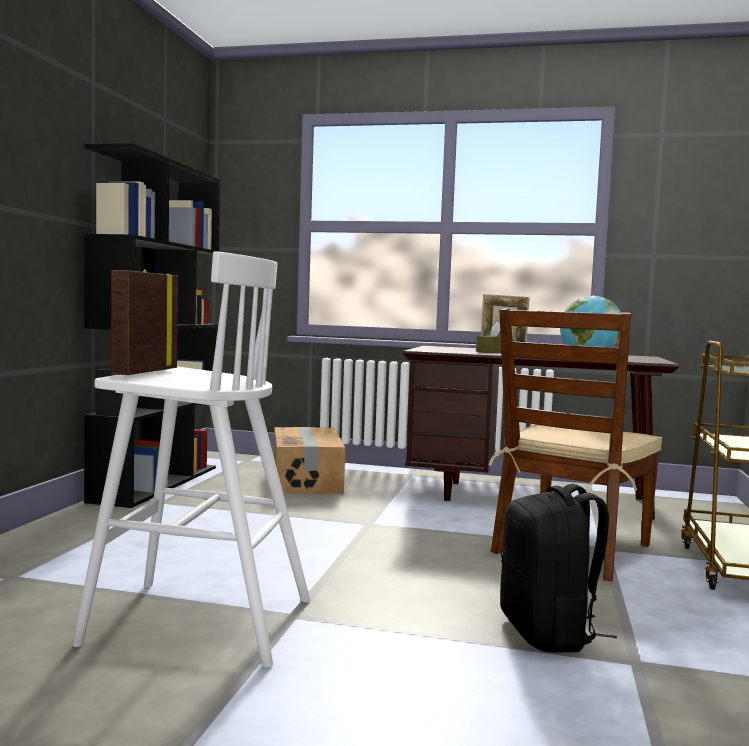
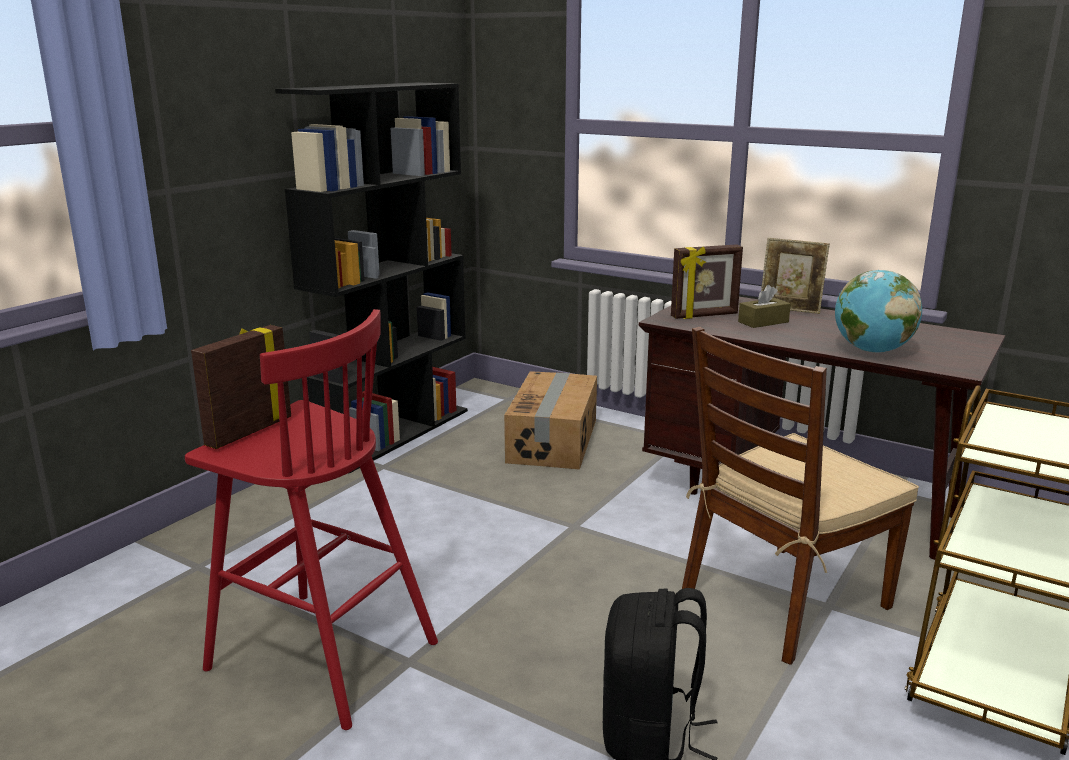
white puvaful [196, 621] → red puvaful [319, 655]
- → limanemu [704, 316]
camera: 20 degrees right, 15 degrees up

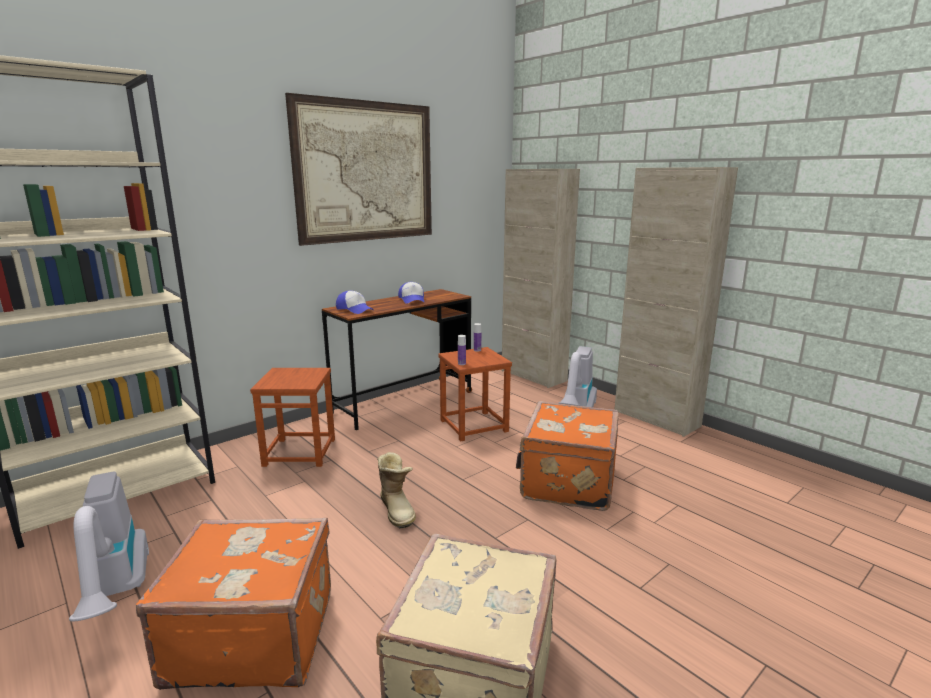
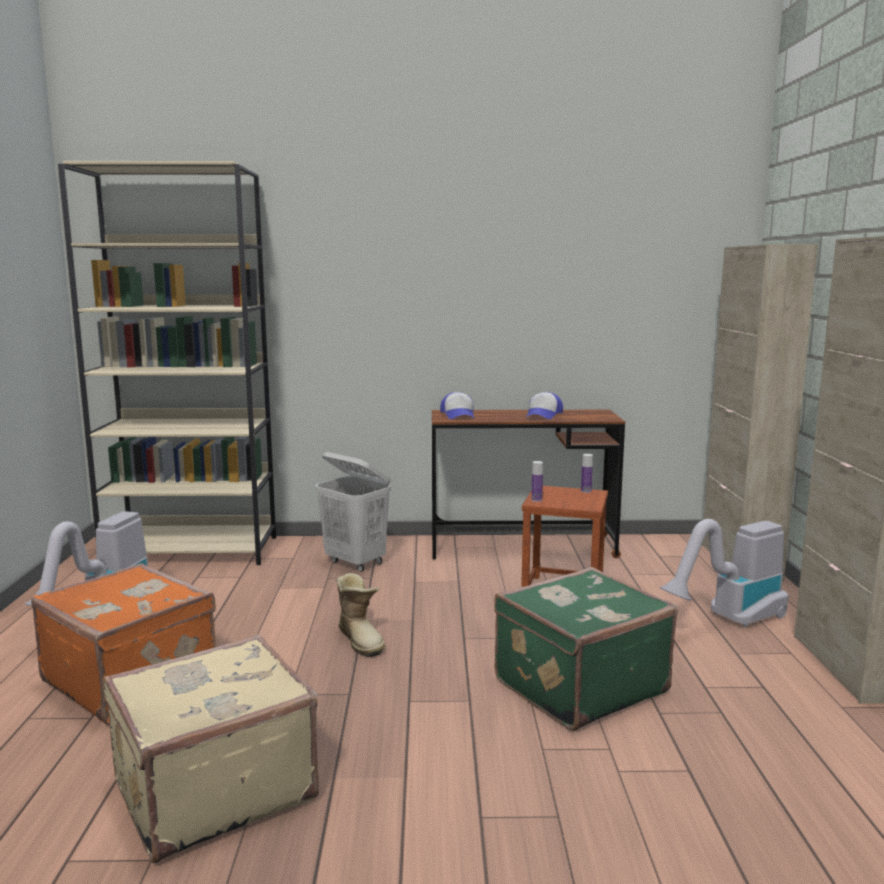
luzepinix [366, 172] → -
brown puvaful [300, 452] → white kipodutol [355, 563]
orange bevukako [566, 481] → green bevukako [577, 685]
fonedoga [398, 509] → fonedoga [361, 640], 45 degrees counterclockwise
camera: 40 degrees right, 5 degrees down

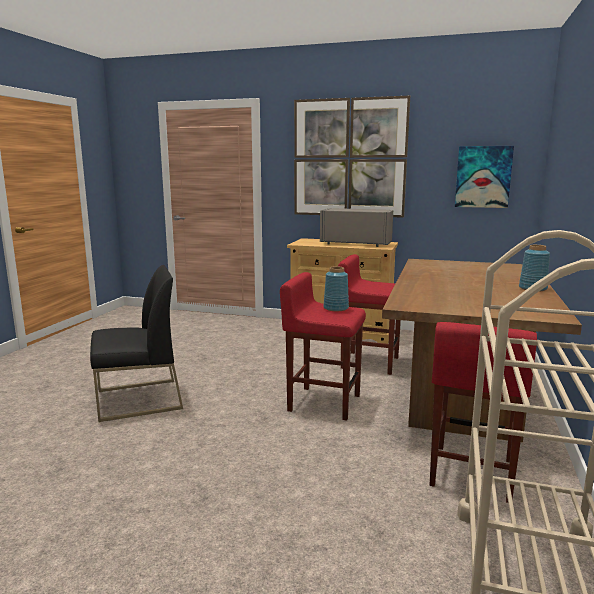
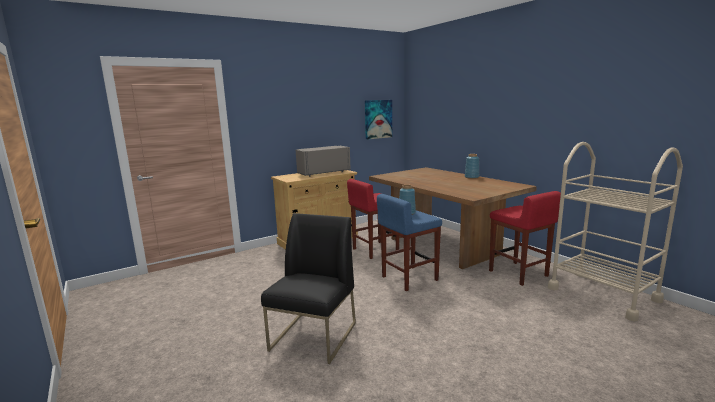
luzepinix [349, 158] → -
red puvaful [323, 403] → blue puvaful [409, 278]
camera: 50 degrees left, 0 degrees up

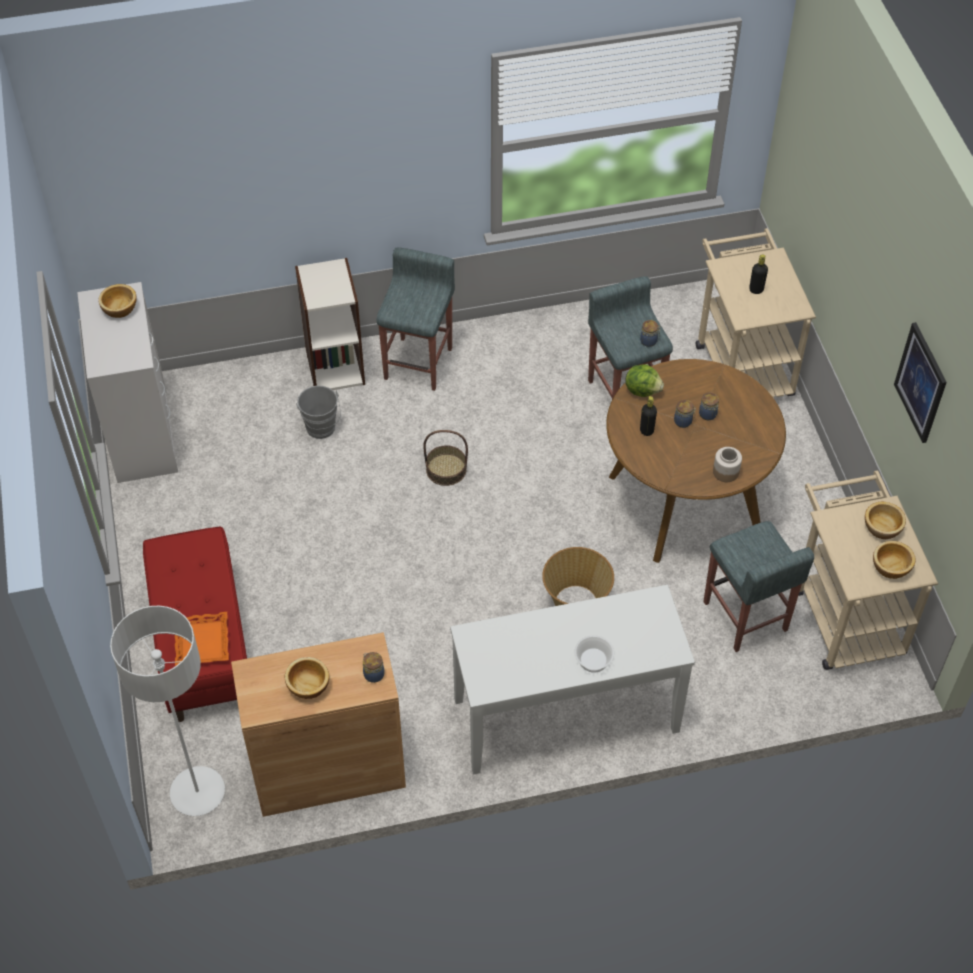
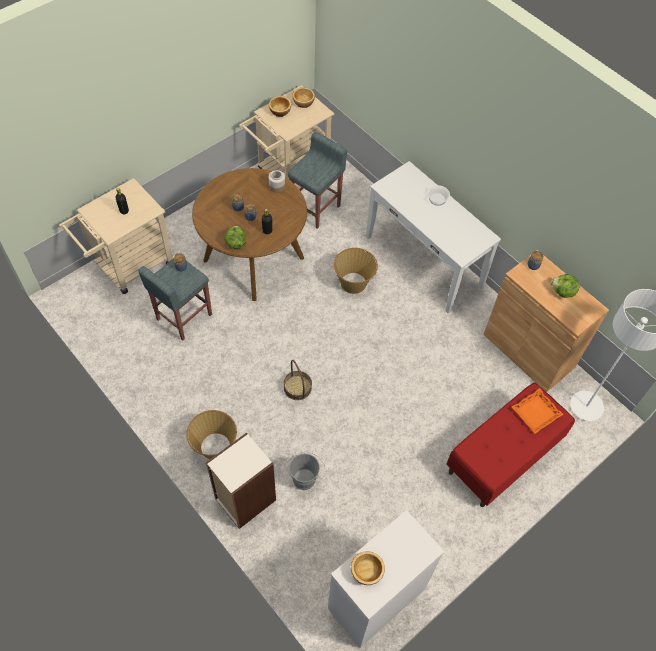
grey puvaful [419, 362] → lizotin [214, 446]
luzepinix [921, 382] → -
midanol [307, 685] → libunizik [562, 292]
camera: 120 degrees left, 5 degrees up

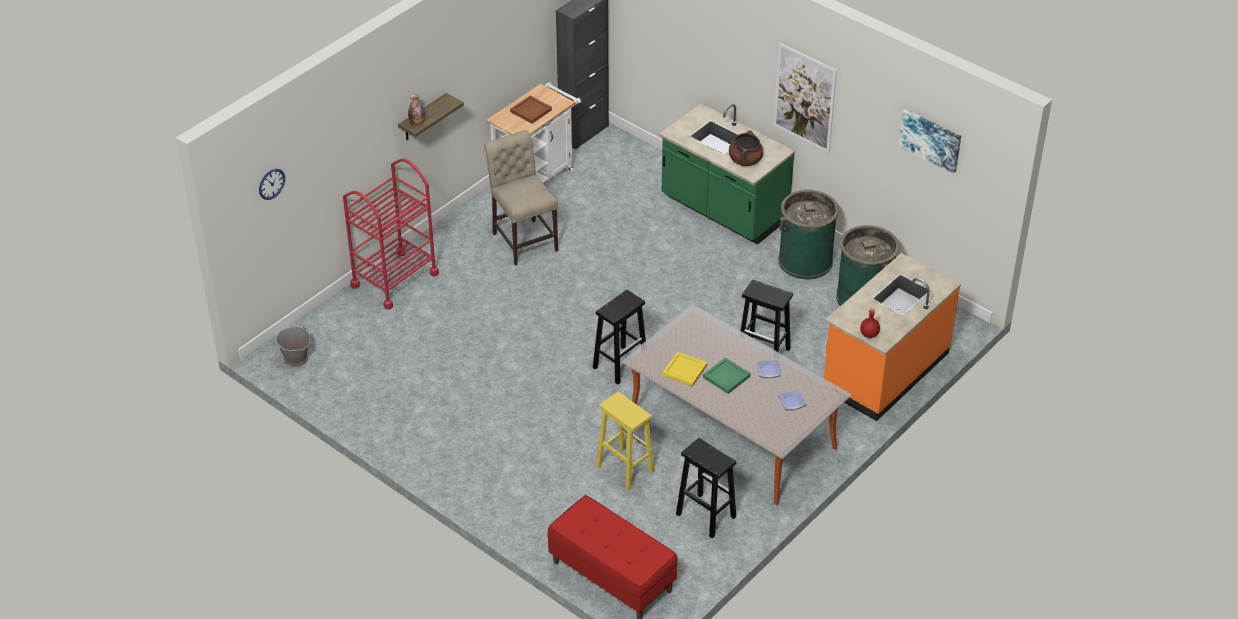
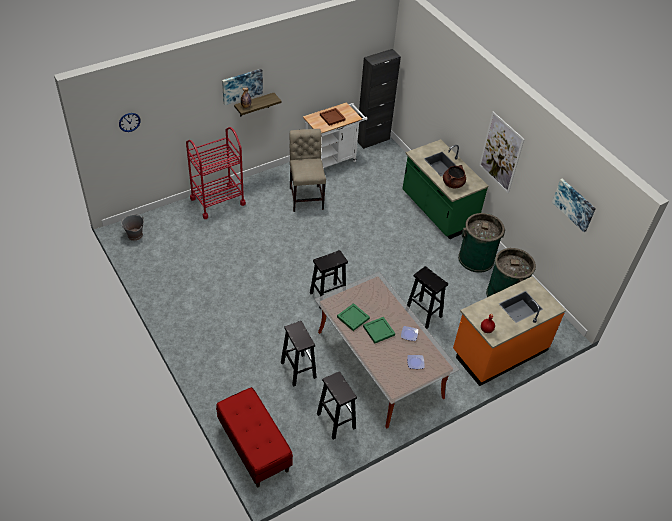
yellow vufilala [685, 370] → green vufilala [353, 318]
yellow puvaful [624, 468] → black puvaful [298, 369]
- → luzepinix [242, 86]
camera: 15 degrees right, 5 degrees up

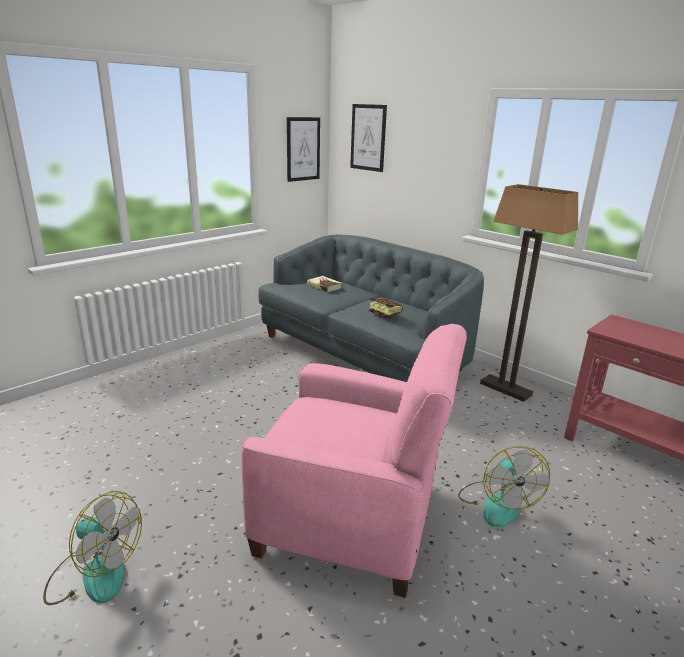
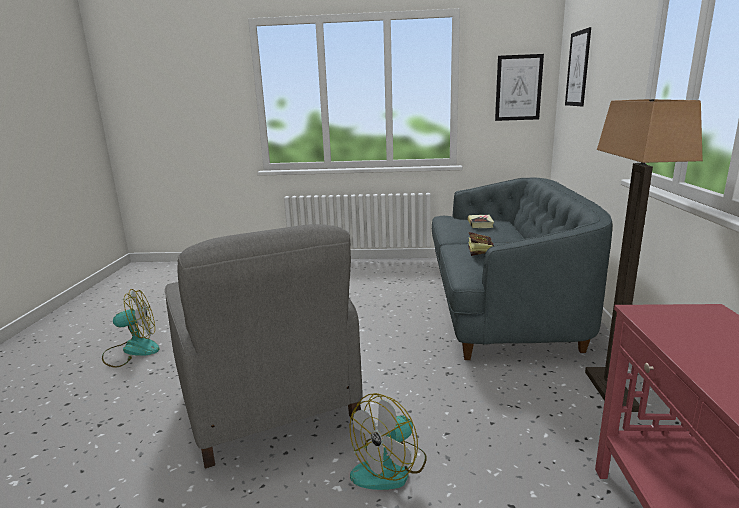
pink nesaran [351, 518] → grey nesaran [270, 403]
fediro [94, 573] → fediro [132, 350], 90 degrees counterclockwise
camera: 50 degrees right, 5 degrees down

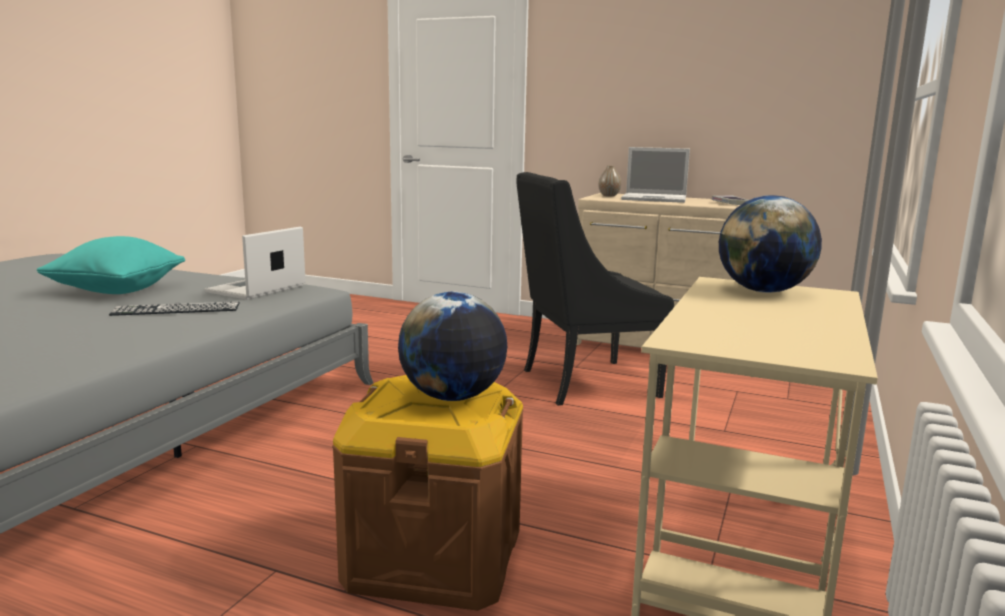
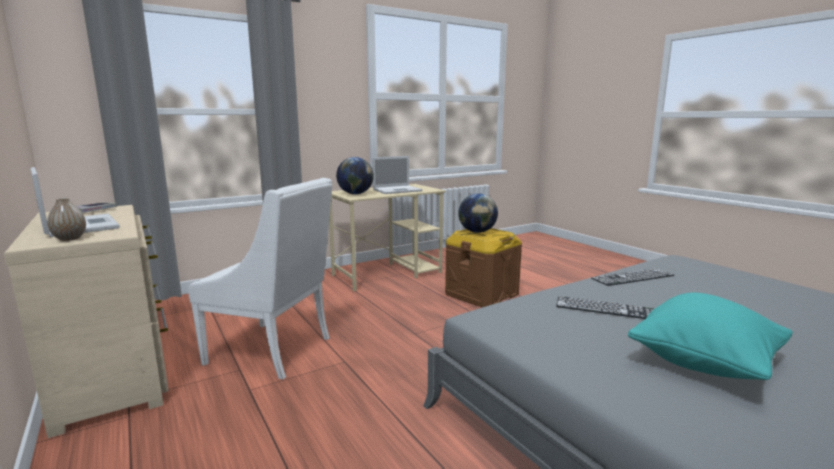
black nesaran [584, 383] → white nesaran [274, 350]
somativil [255, 289] → somativil [397, 190], moved
- → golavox [632, 277]
camera: 145 degrees left, 0 degrees up

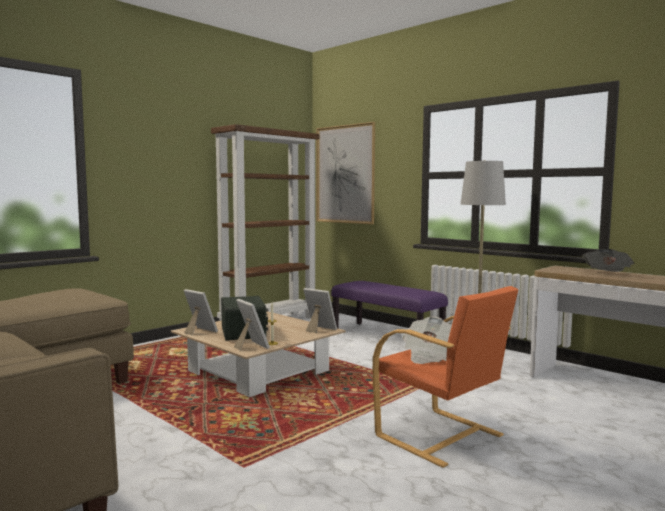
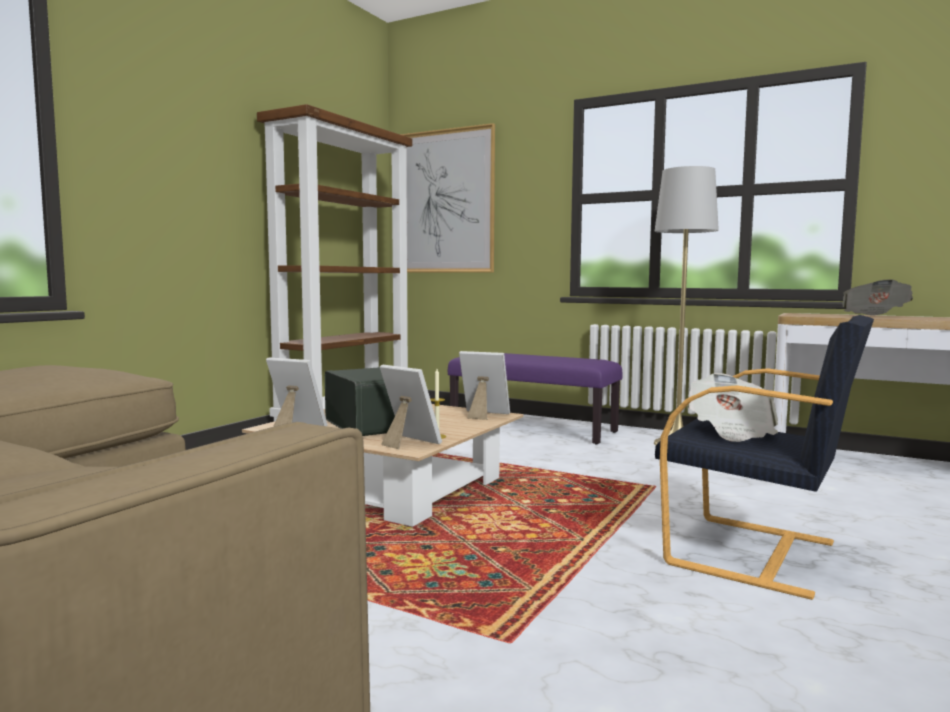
orange nesaran [440, 436] → black nesaran [755, 554]
camera: 15 degrees left, 0 degrees up

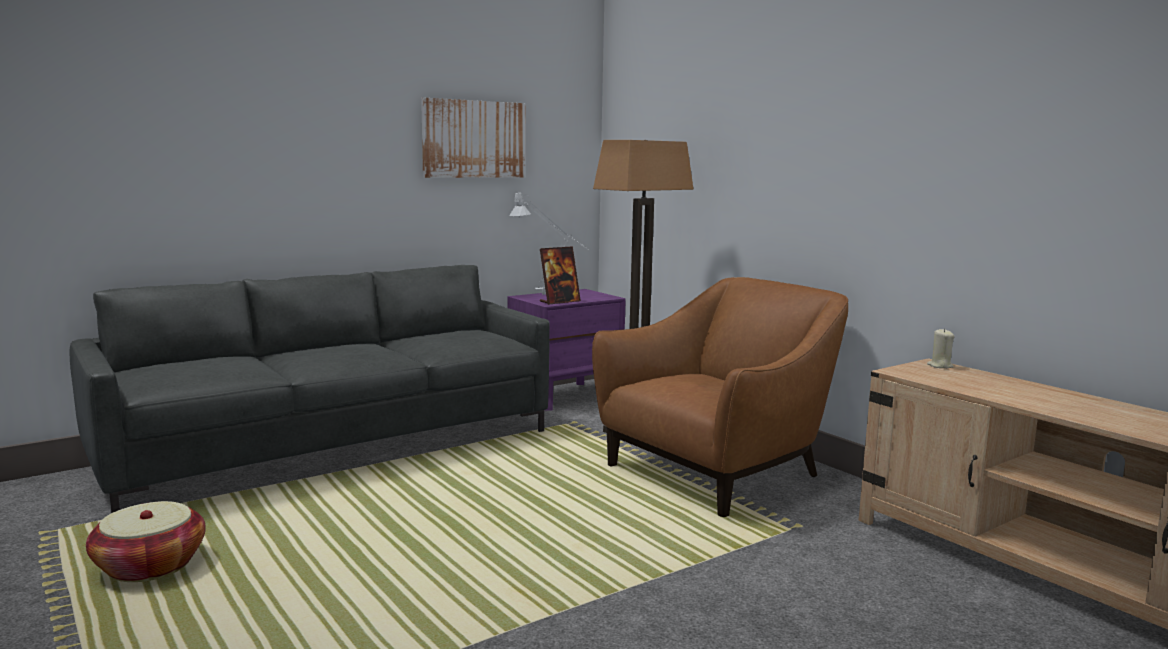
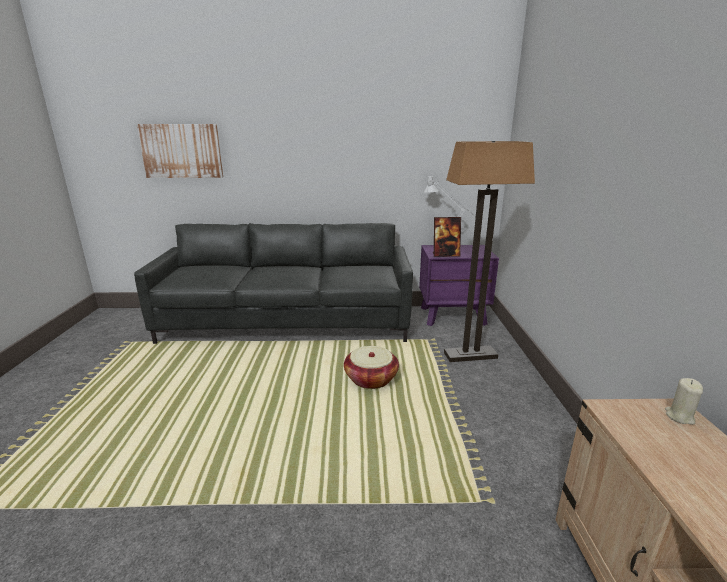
luzepinix [474, 139] → luzepinix [182, 151], moved
brown nesaran [717, 472] → -
lizotin [150, 566] → lizotin [371, 379], moved
camera: 35 degrees right, 10 degrees up

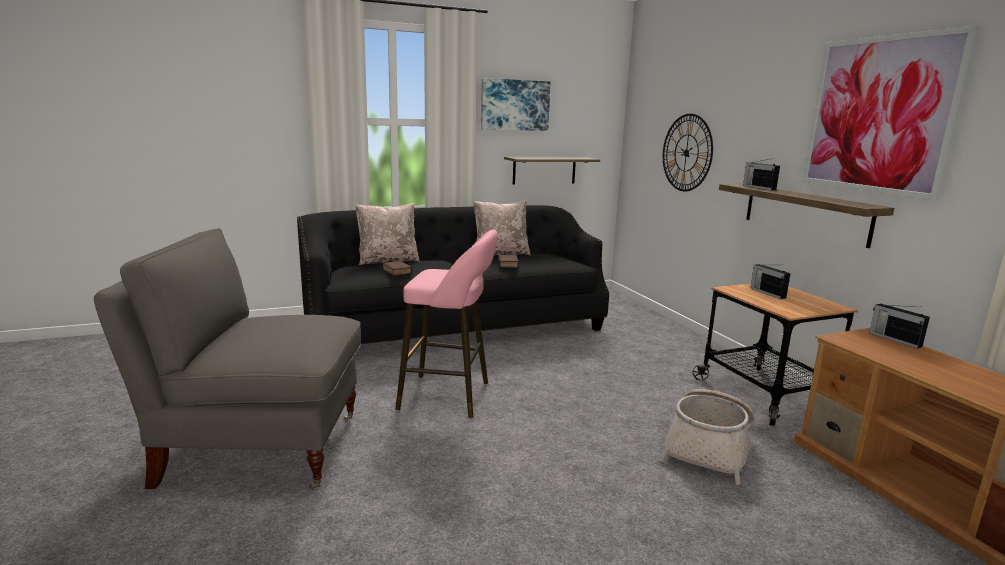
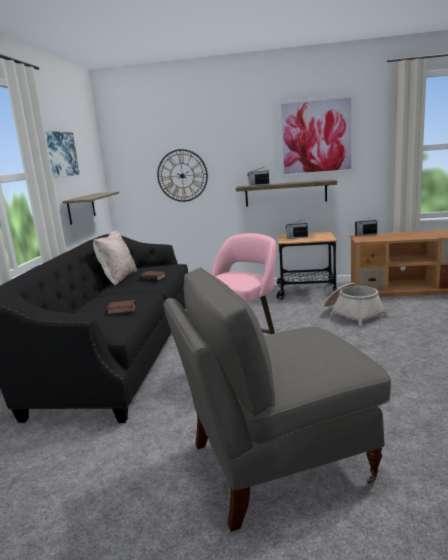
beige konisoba [388, 261] → -
grey nesaran [258, 449] → grey nesaran [276, 463], 45 degrees clockwise
camera: 60 degrees left, 0 degrees up

